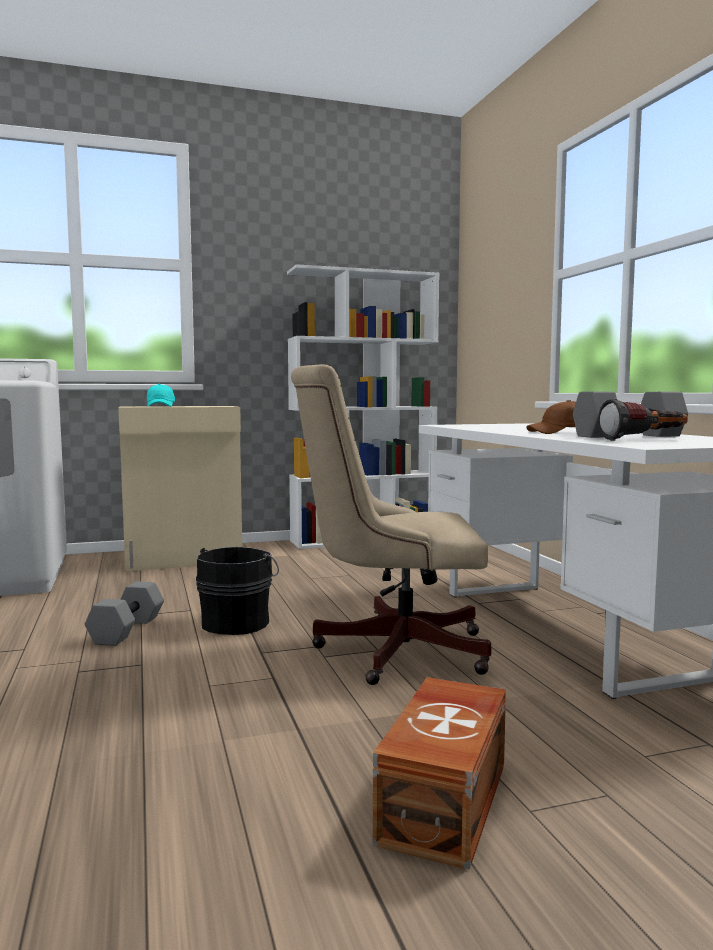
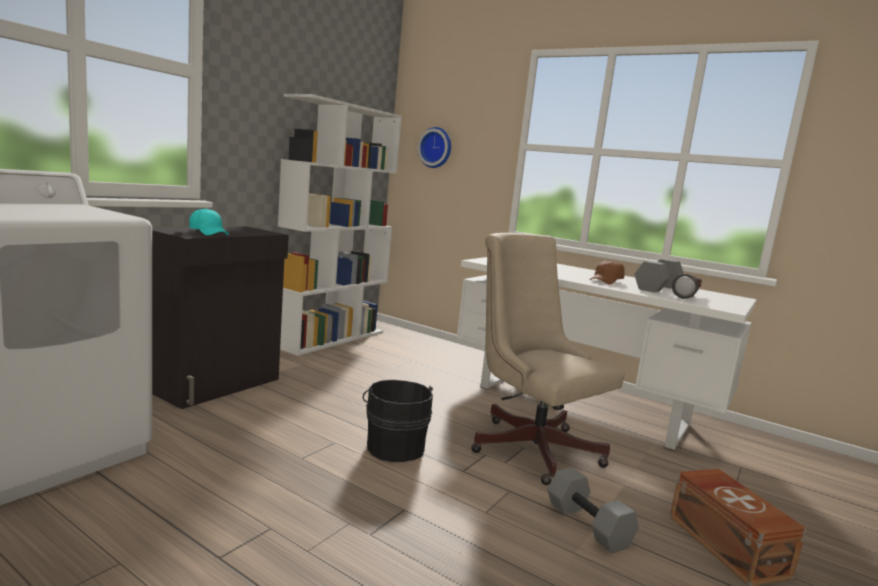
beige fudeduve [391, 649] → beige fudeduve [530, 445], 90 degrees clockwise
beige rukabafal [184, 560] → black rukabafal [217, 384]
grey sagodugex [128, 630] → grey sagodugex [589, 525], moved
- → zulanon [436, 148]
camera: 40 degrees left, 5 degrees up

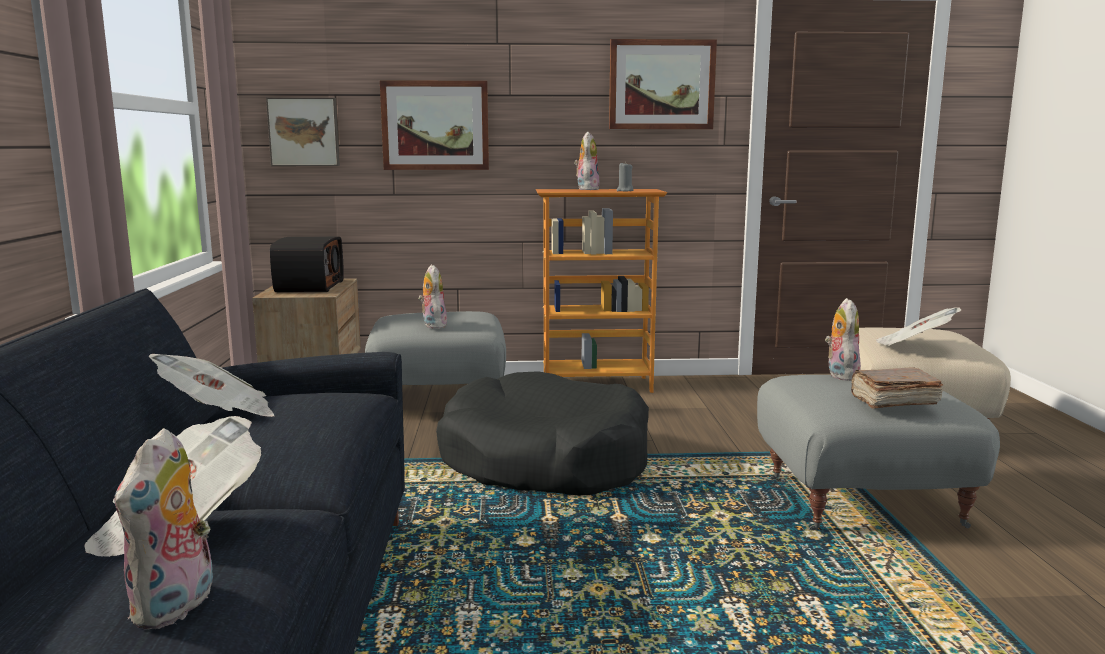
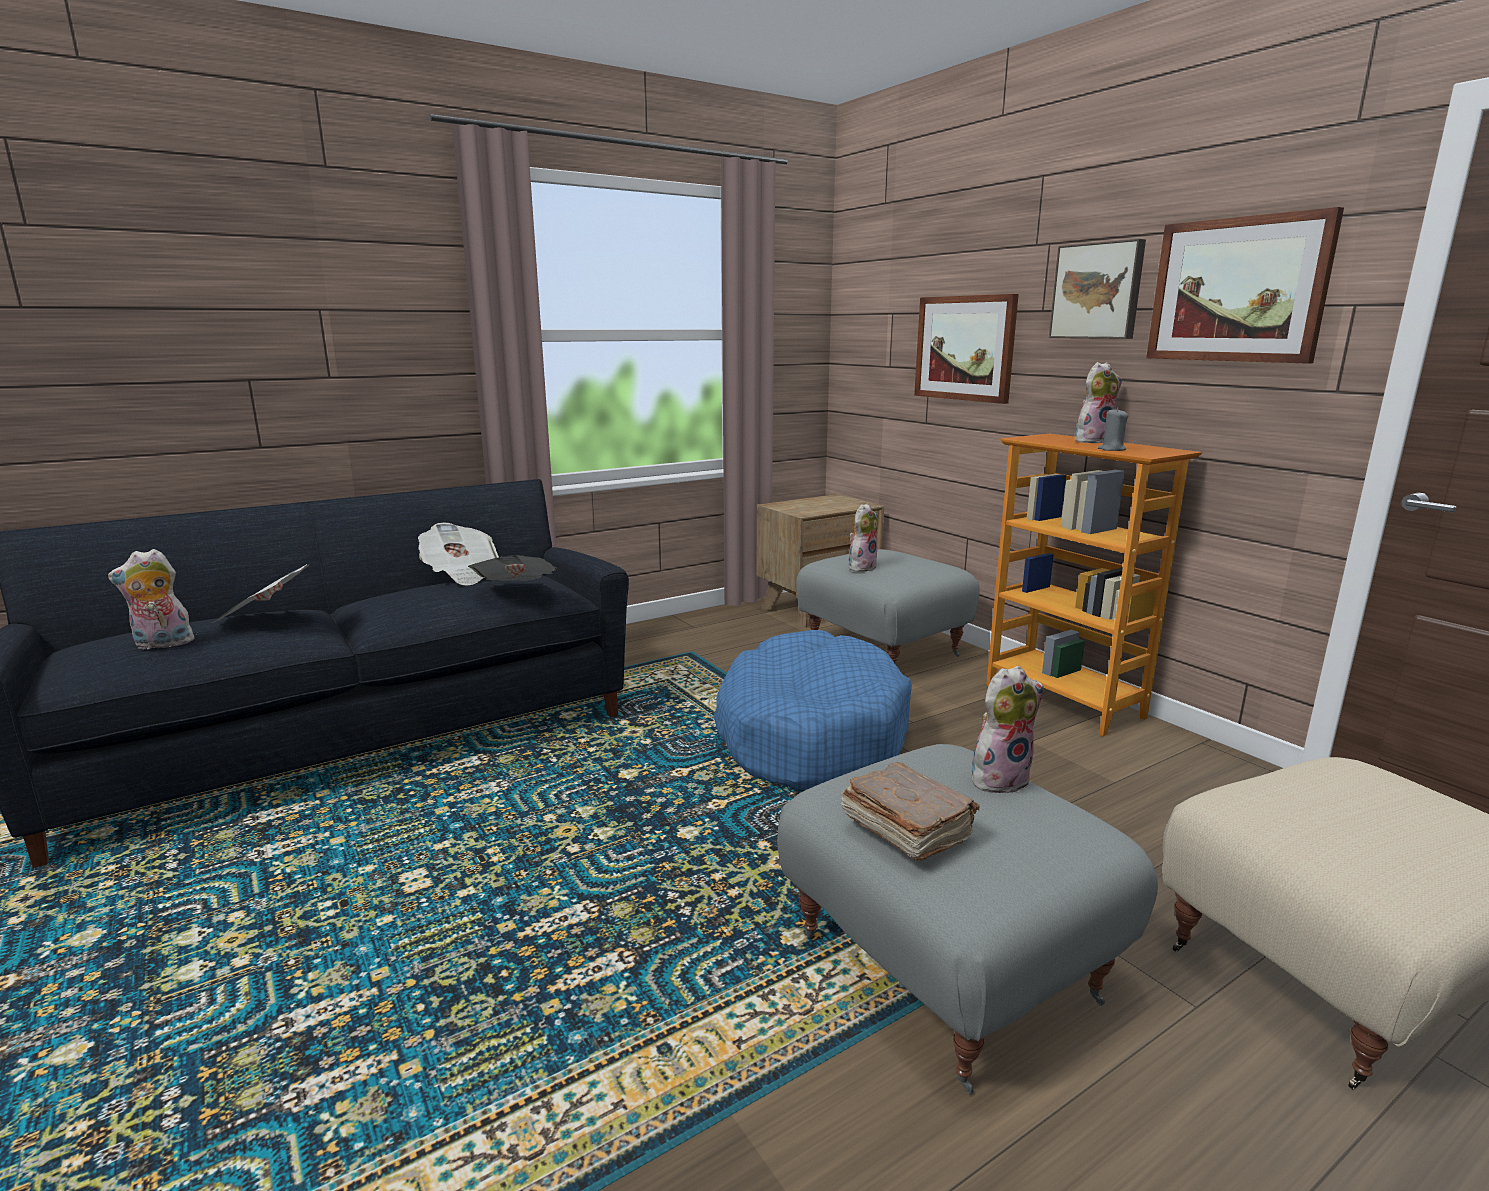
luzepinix [304, 132] → luzepinix [1098, 291], moved
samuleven [308, 286] → -
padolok [914, 346] → padolok [516, 592], moved
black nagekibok [544, 460] → blue nagekibok [809, 734]
camera: 60 degrees right, 5 degrees up

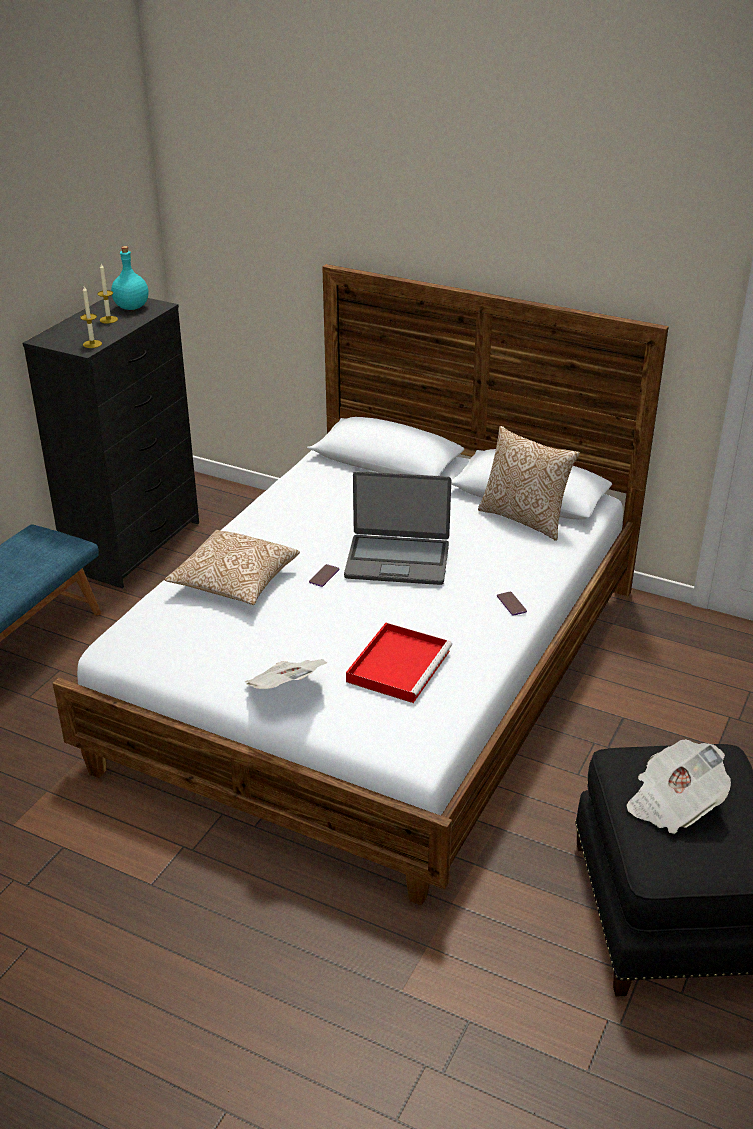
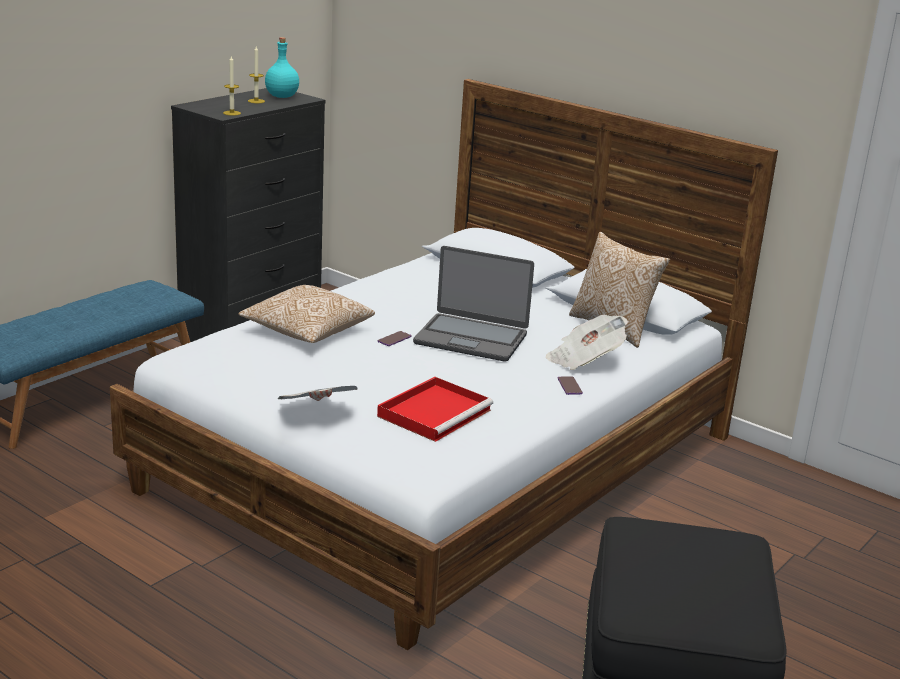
padolok [673, 804] → padolok [584, 360], moved
camera: 10 degrees right, 10 degrees down

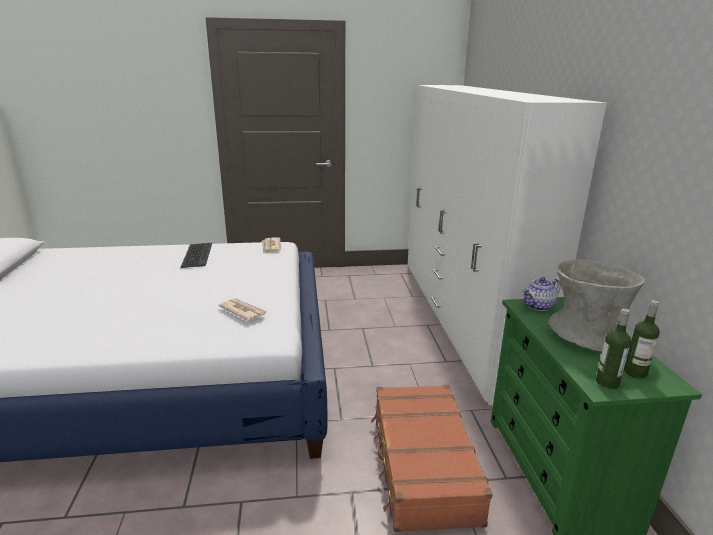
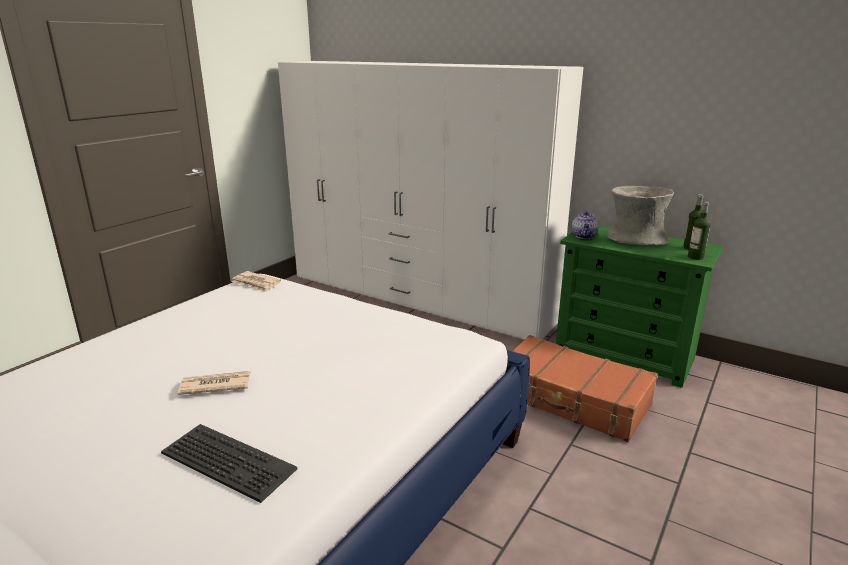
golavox [196, 255] → golavox [227, 462], moved
padolok [243, 311] → padolok [215, 385], moved
camera: 50 degrees left, 0 degrees up

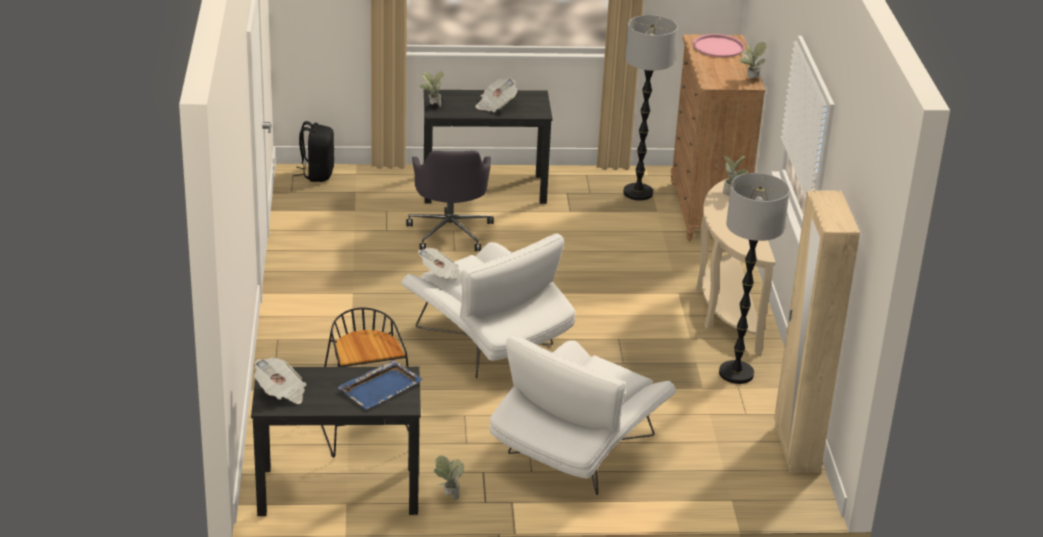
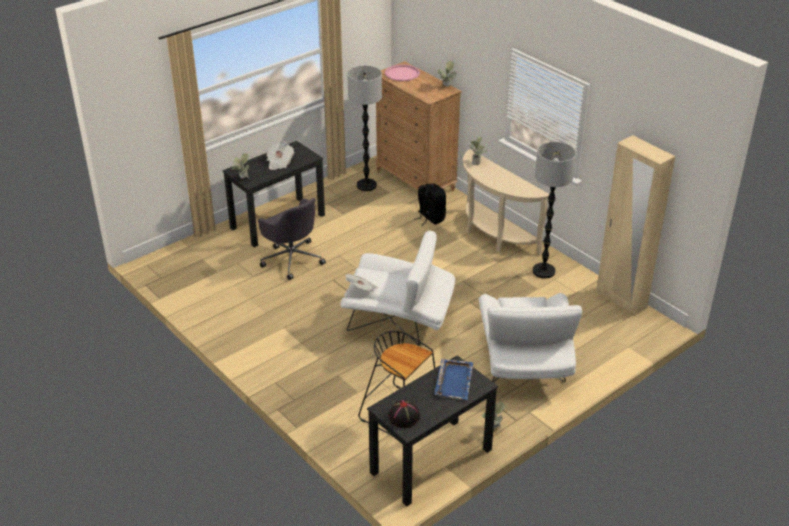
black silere [317, 174] → black silere [430, 218], moved
padolok [281, 392] → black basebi [404, 416]
camera: 35 degrees left, 5 degrees up

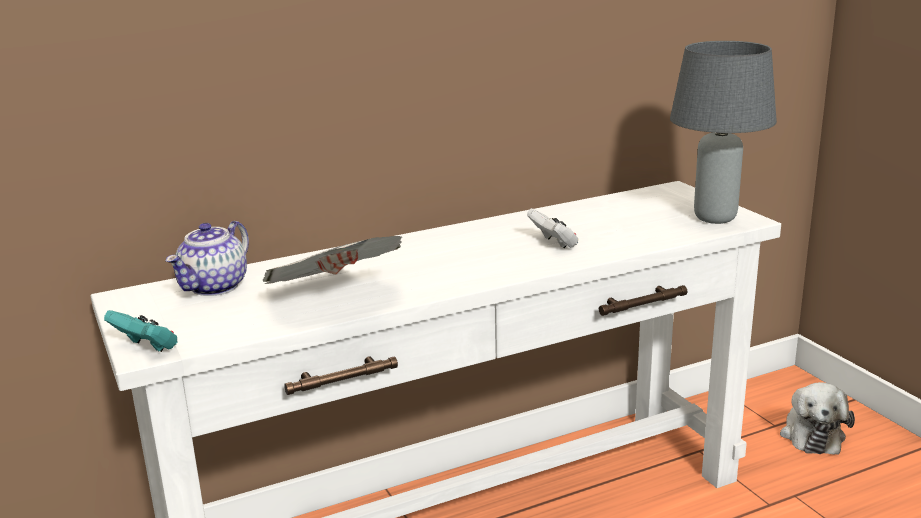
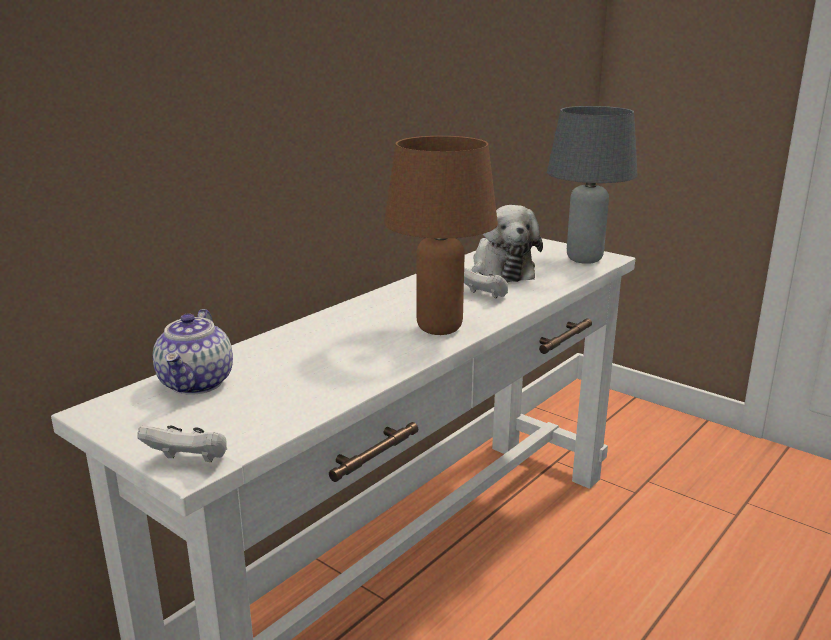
padolok [334, 298] → -
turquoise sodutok [146, 348] → white sodutok [189, 461]
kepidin [812, 434] → kepidin [501, 270], moved
- → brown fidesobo [441, 328]
camera: 25 degrees left, 0 degrees up

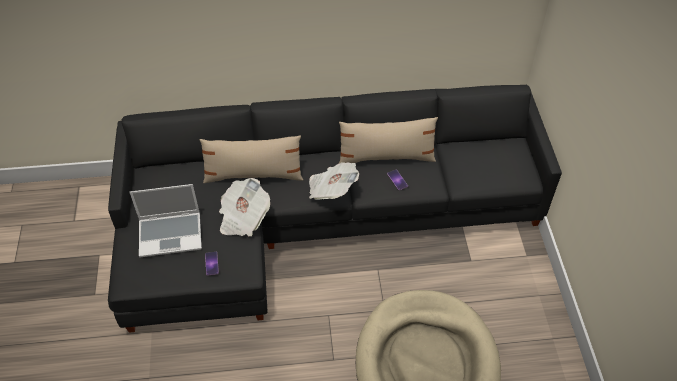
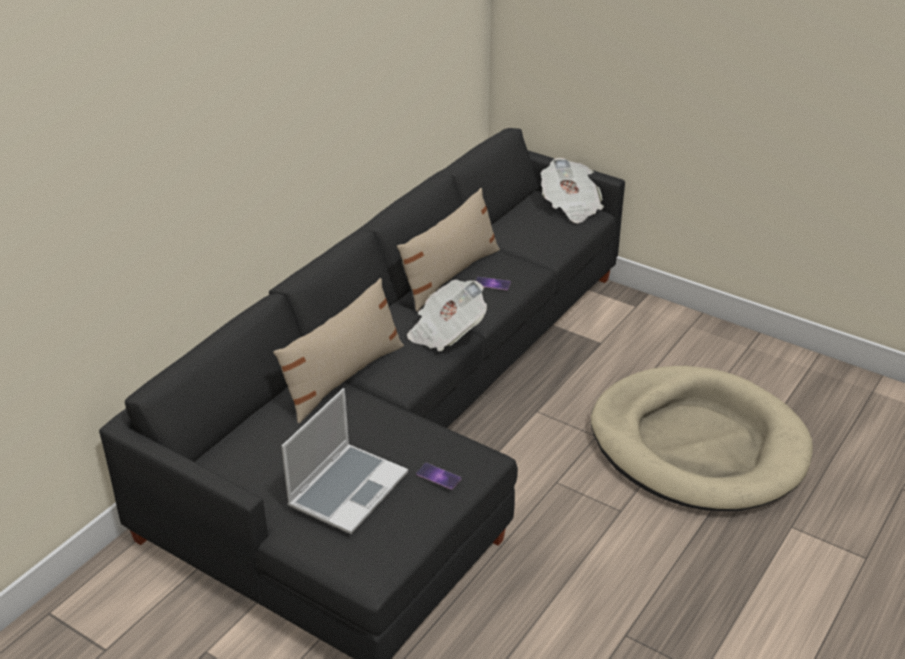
padolok [243, 217] → padolok [571, 206], moved
camera: 50 degrees left, 15 degrees down

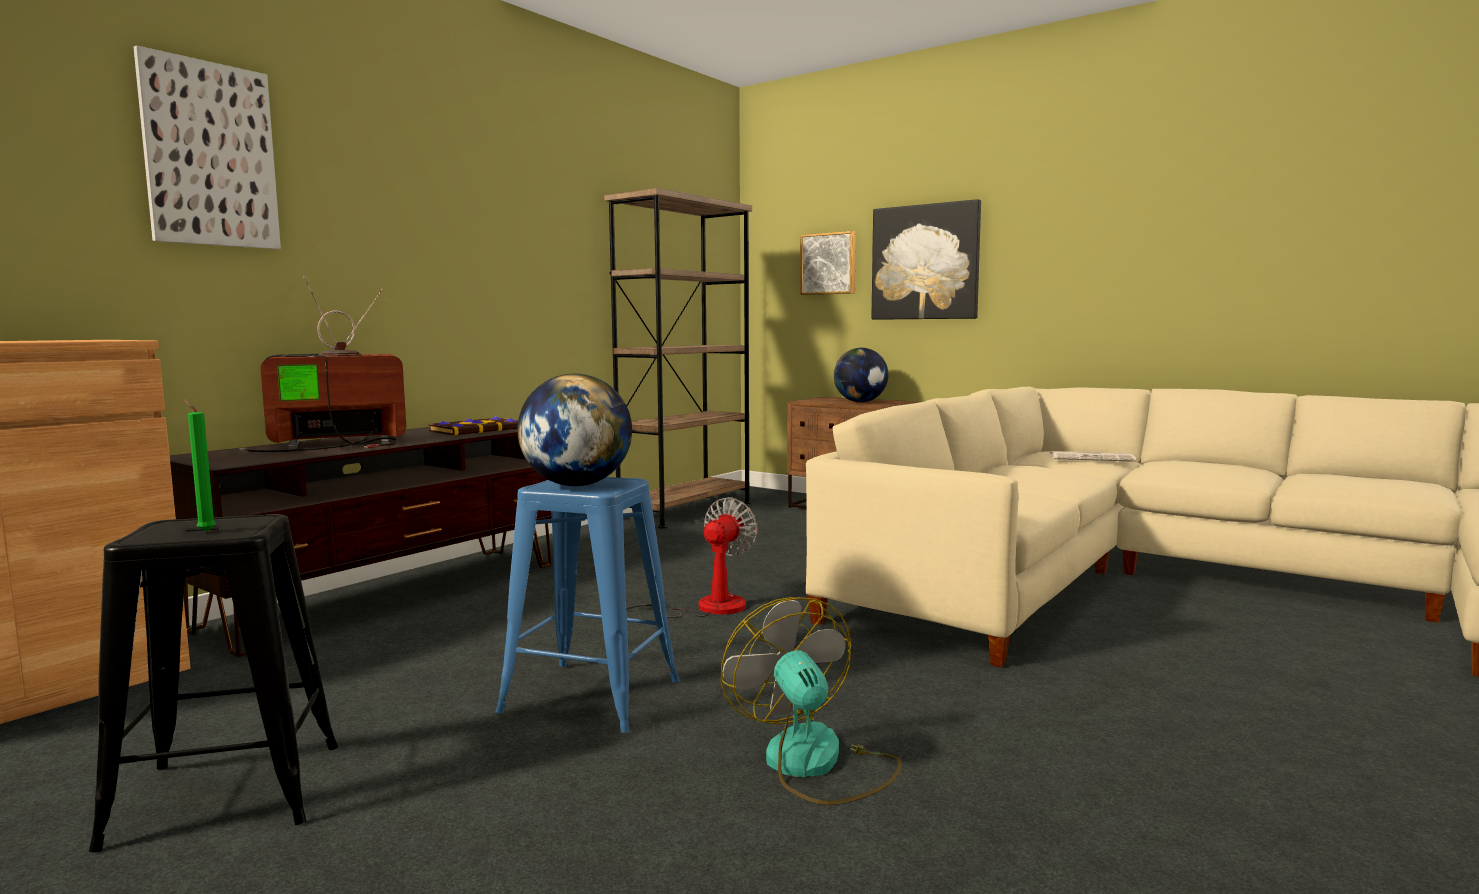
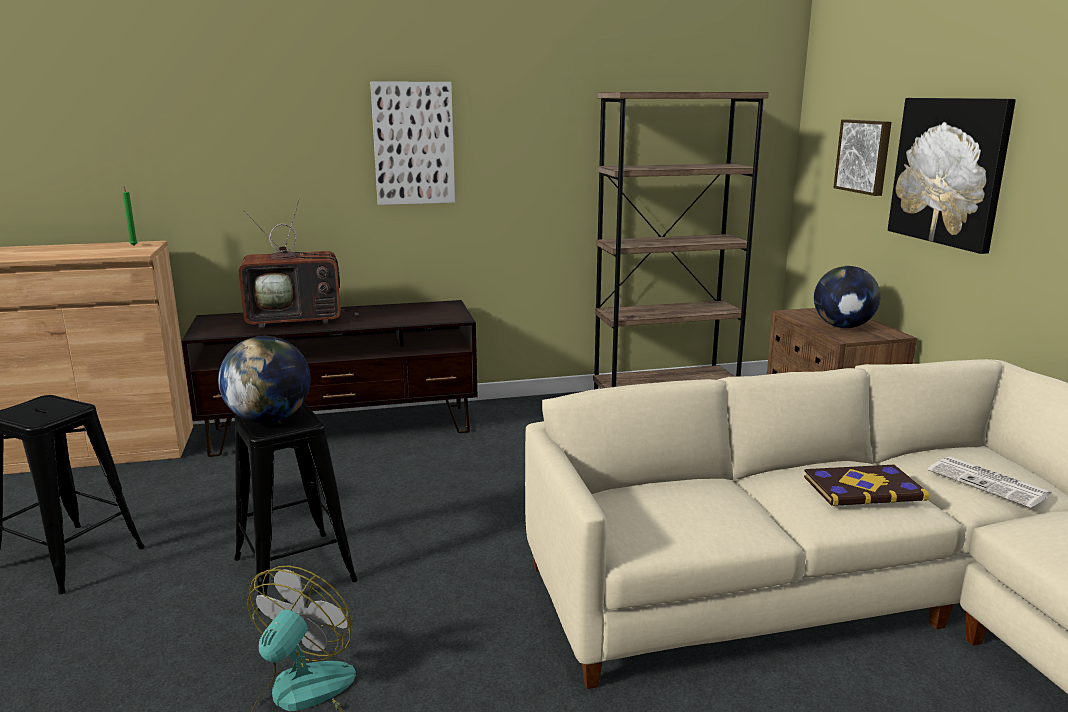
luzepinix [210, 154] → luzepinix [413, 143], moved
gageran [334, 444] → gageran [298, 319], 150 degrees clockwise
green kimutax [205, 531] → green kimutax [134, 245], moved
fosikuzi [476, 429] → fosikuzi [863, 488], moved
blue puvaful [591, 696] → black puvaful [295, 569]
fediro [703, 607] → -
camera: 40 degrees right, 10 degrees up

